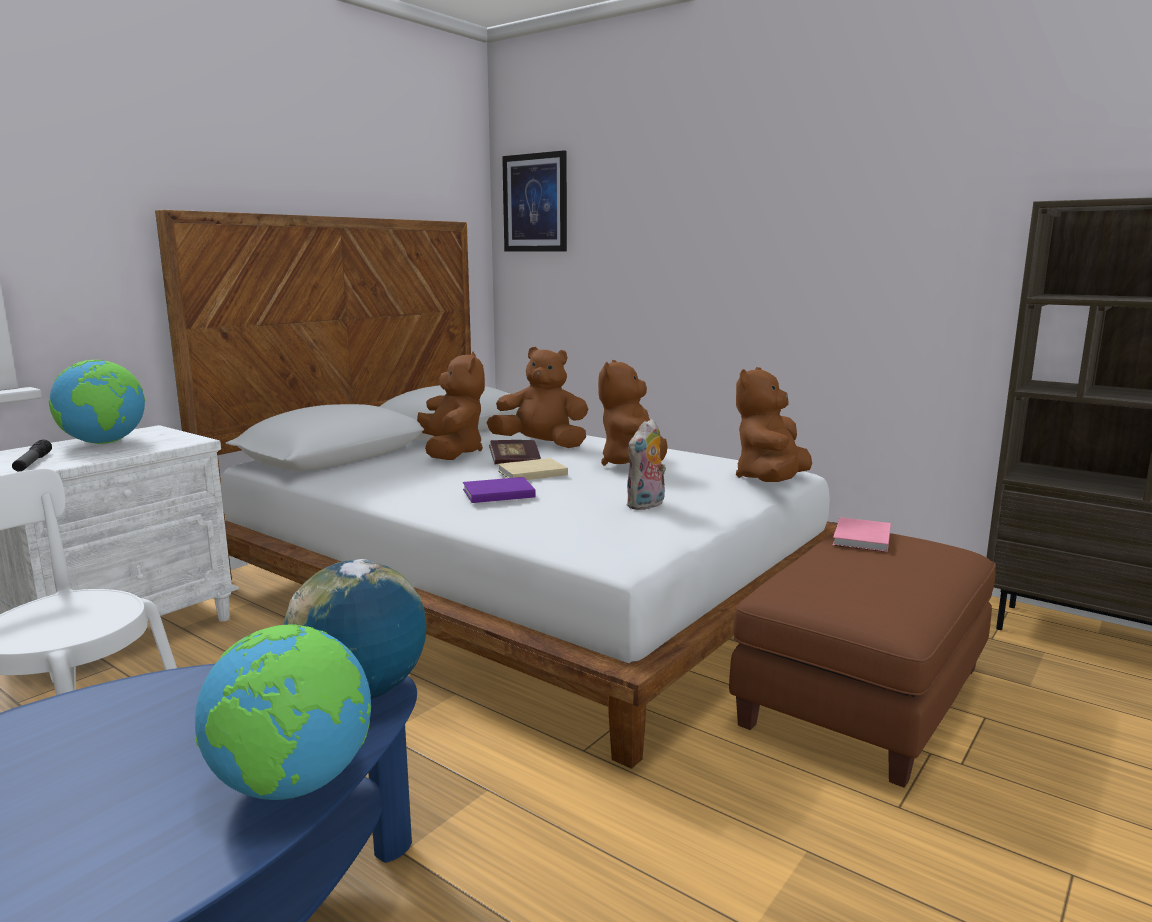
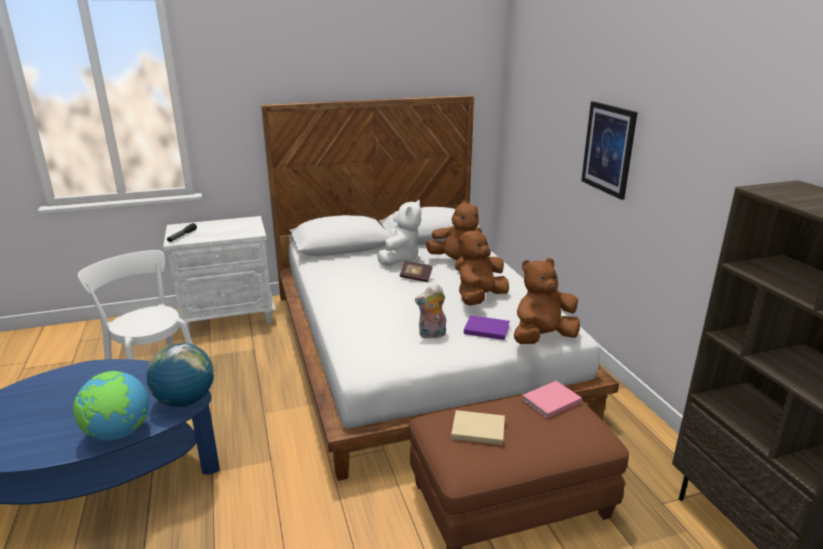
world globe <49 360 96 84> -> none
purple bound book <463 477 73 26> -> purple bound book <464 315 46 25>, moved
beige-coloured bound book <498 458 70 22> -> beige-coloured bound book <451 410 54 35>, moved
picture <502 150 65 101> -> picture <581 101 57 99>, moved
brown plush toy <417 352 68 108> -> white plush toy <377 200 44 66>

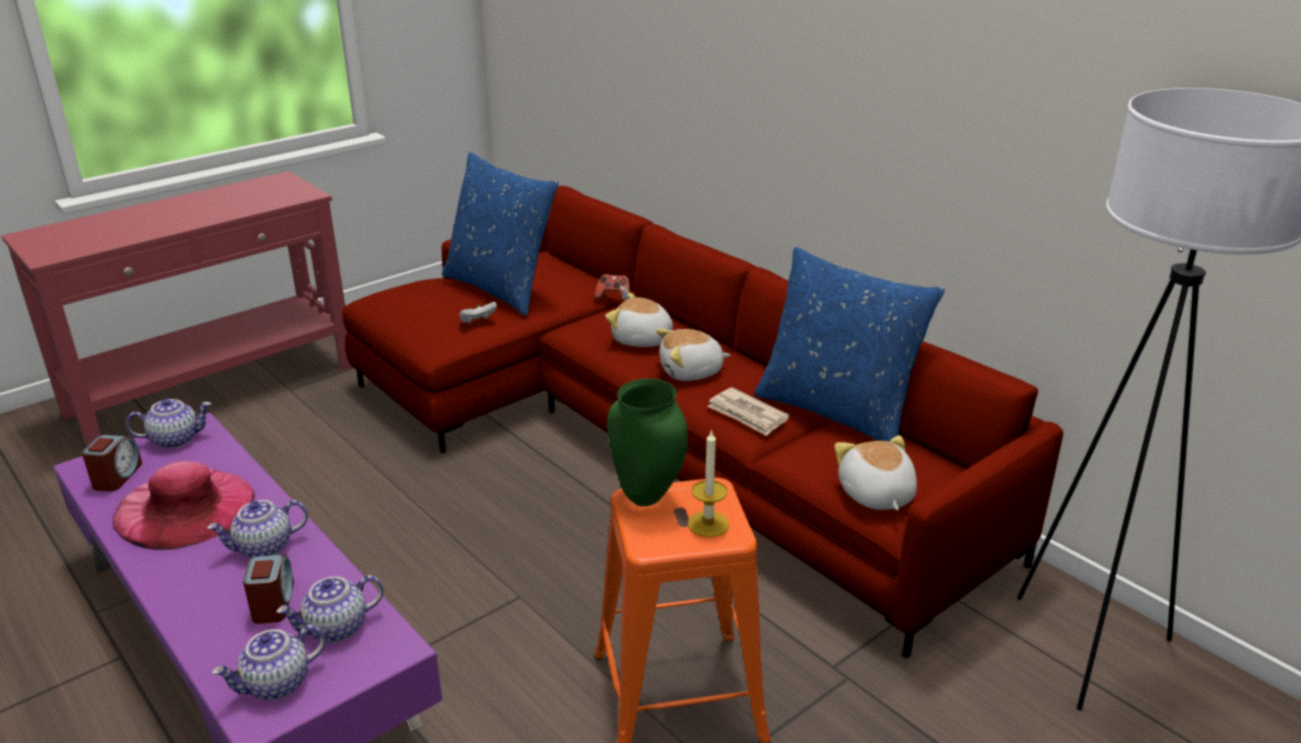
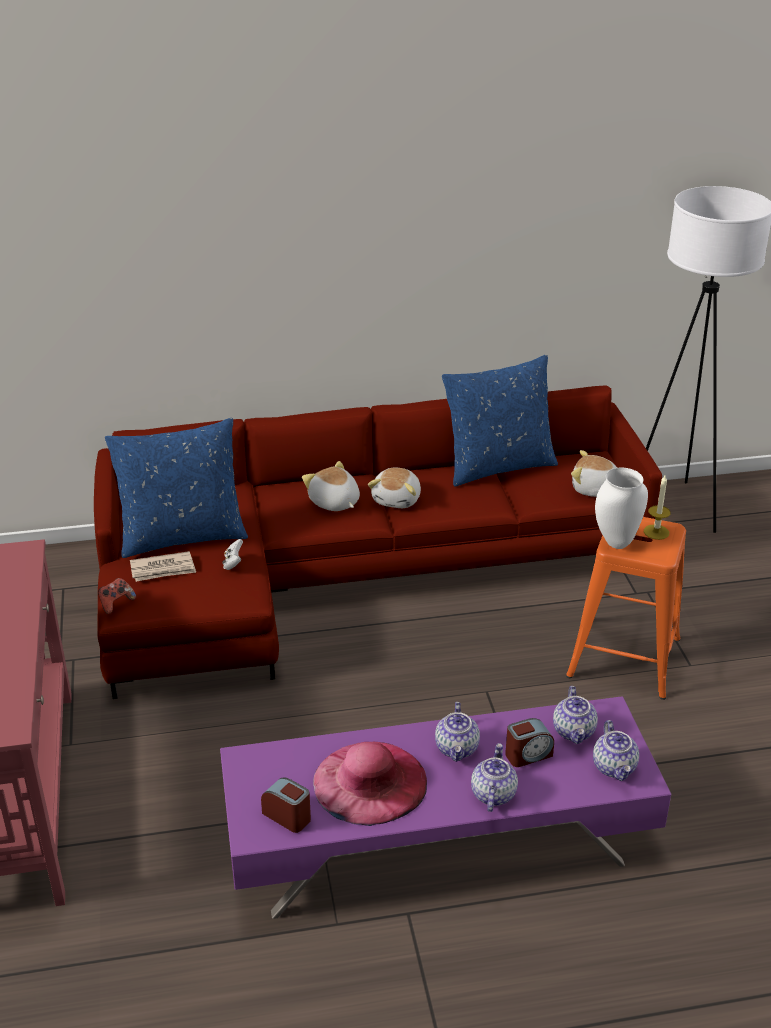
pot for tea <126 398 85 51> -> pot for tea <471 743 47 69>, moved
joypad <594 274 36 27> -> joypad <98 578 38 36>, moved
printed paper <707 387 82 49> -> printed paper <130 551 66 31>, moved
green vase <607 378 81 129> -> white vase <595 468 53 81>
alarm clock <243 554 51 70> -> alarm clock <505 718 49 49>, 135 degrees clockwise
plush toy <605 293 68 54> -> plush toy <302 461 58 50>, 90 degrees clockwise

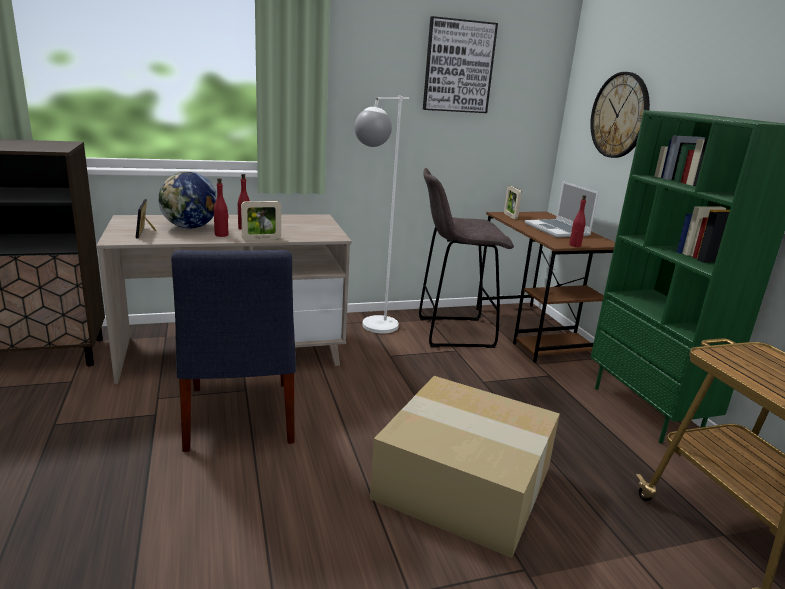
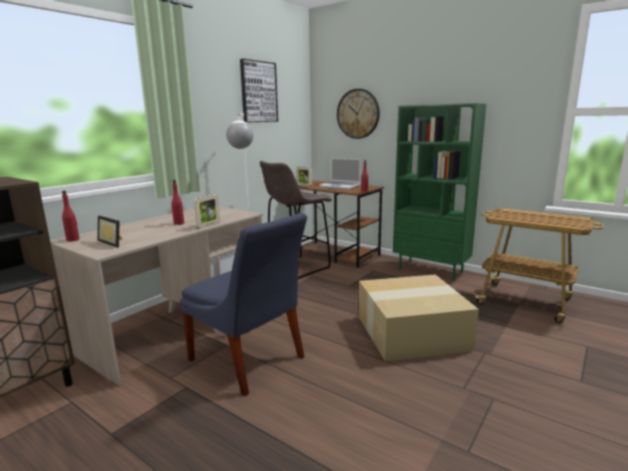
world globe <158 172 59 57> -> none
red-coloured bottle <214 178 15 59> -> red-coloured bottle <62 190 17 52>, moved

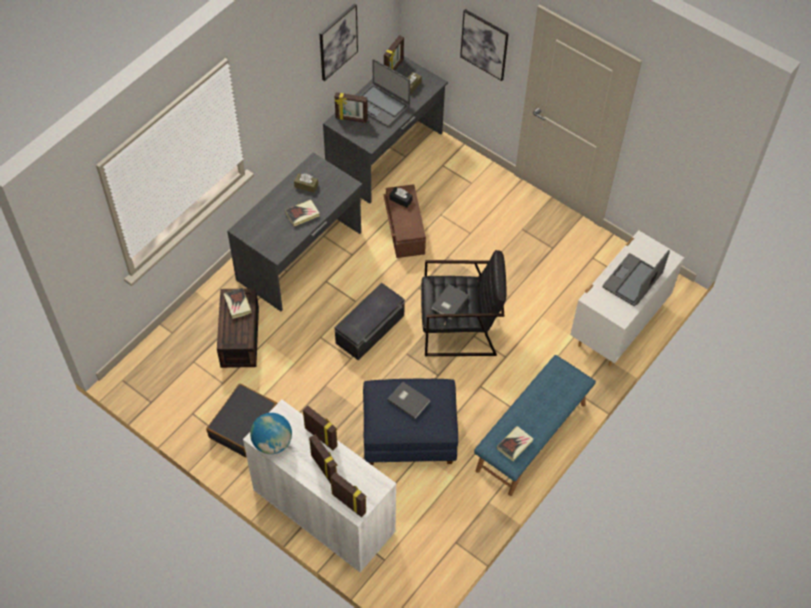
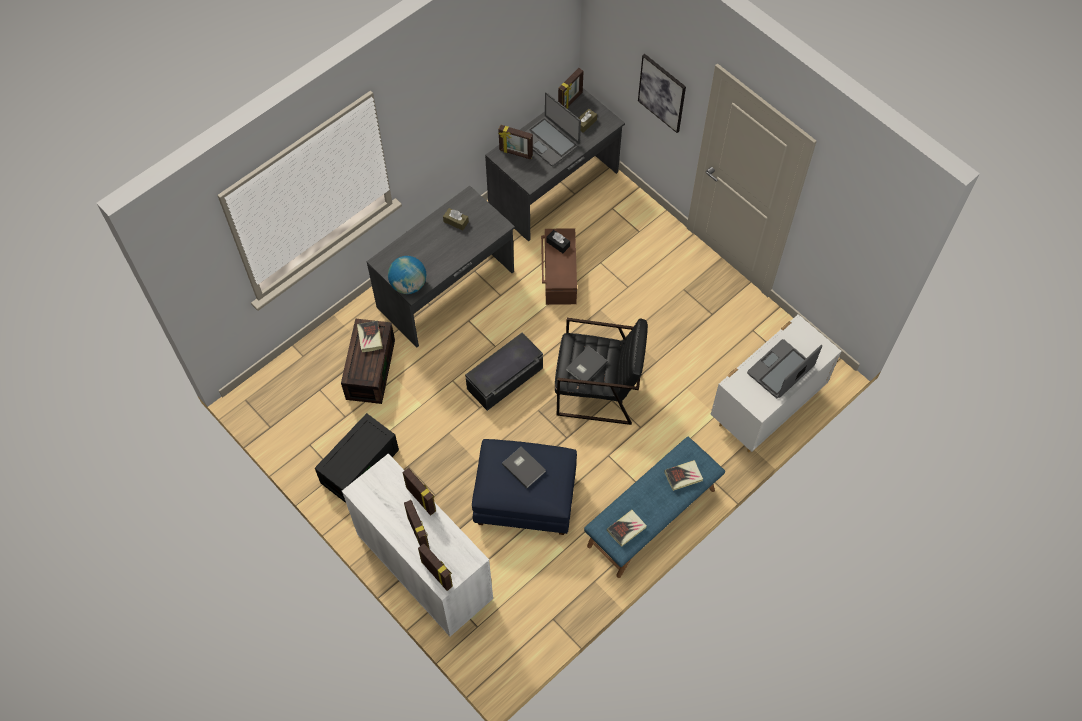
picture <319 3 39 78> -> none
world globe <250 413 42 41> -> world globe <388 256 38 38>, moved
bound book <285 200 35 26> -> bound book <664 460 39 31>, moved
black travel case <206 384 72 73> -> black storage container <315 413 84 90>

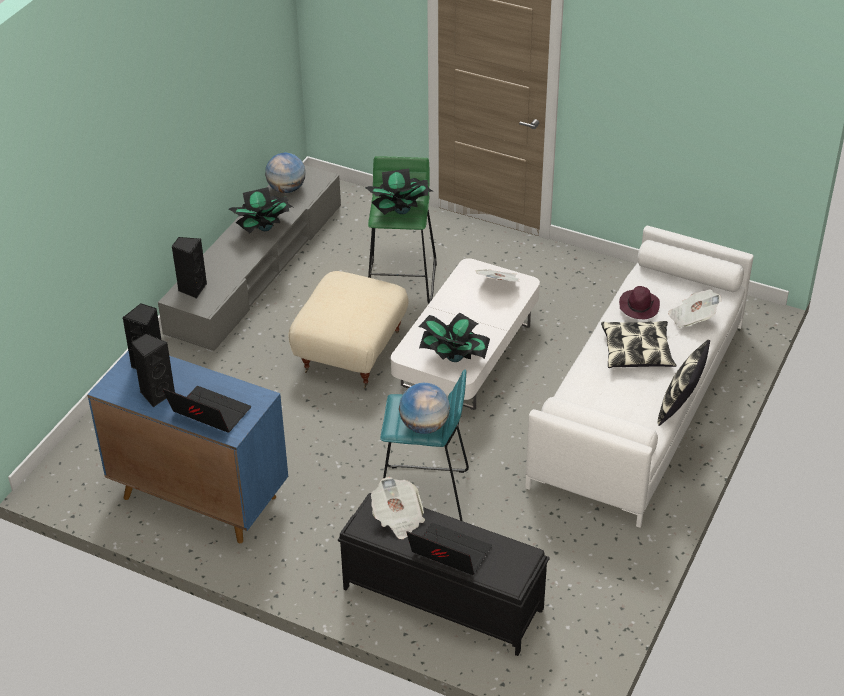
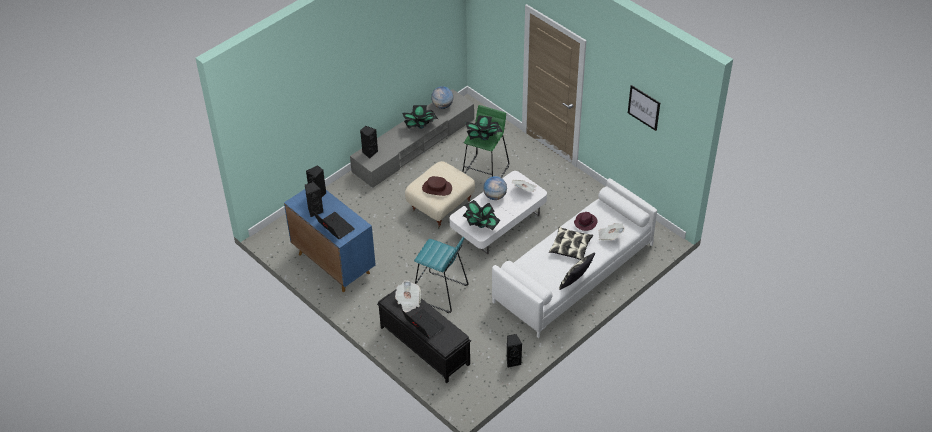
none -> brown wearable hat <422 176 30 20>
none -> black loudspeaker <507 334 15 34>
none -> picture <628 85 32 46>
world globe <399 383 51 51> -> world globe <483 176 24 24>, moved

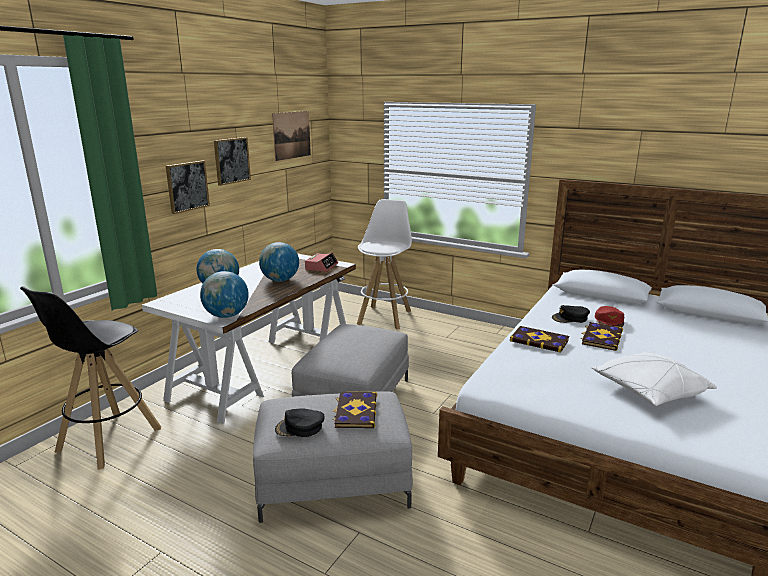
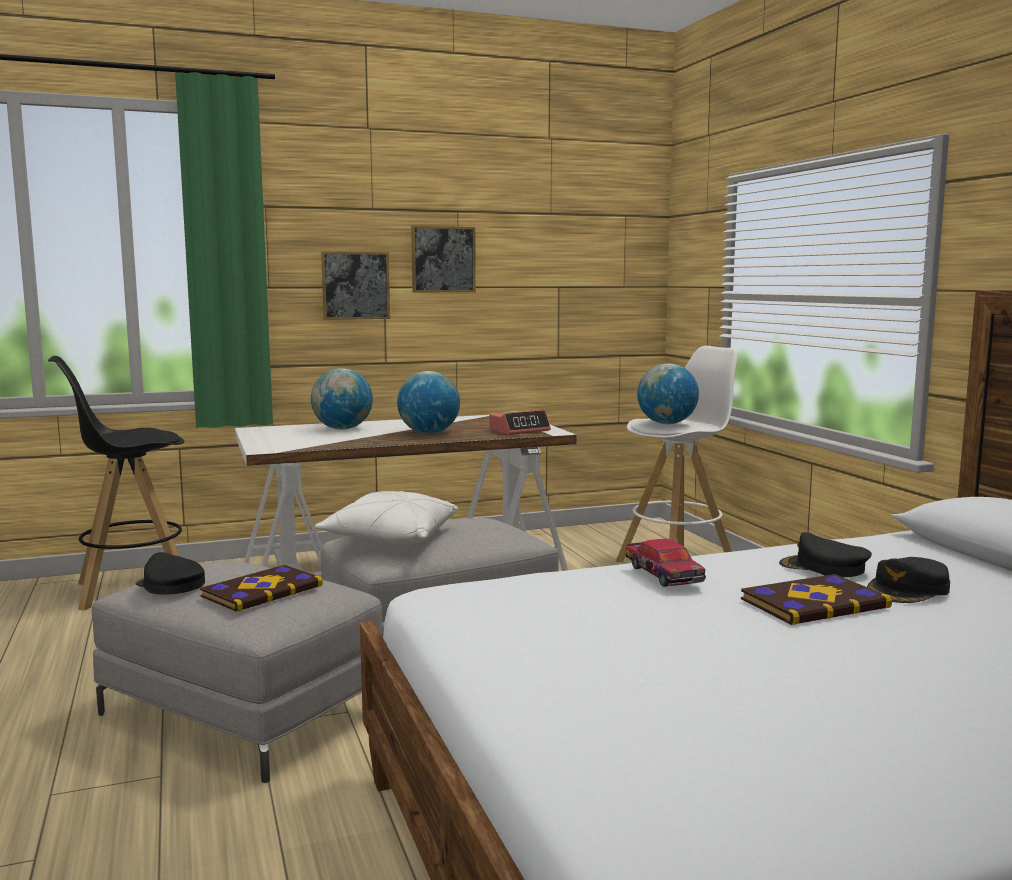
picture <272 111 39 50> -> none
world globe <200 271 49 47> -> world globe <637 363 62 61>, moved
white cushion <592 352 125 54> -> white cushion <315 491 143 53>, moved
bound book <510 326 59 27> -> toy car <626 539 80 48>
red-coloured baseball cap <595 306 29 21> -> black baseball cap <867 557 83 46>

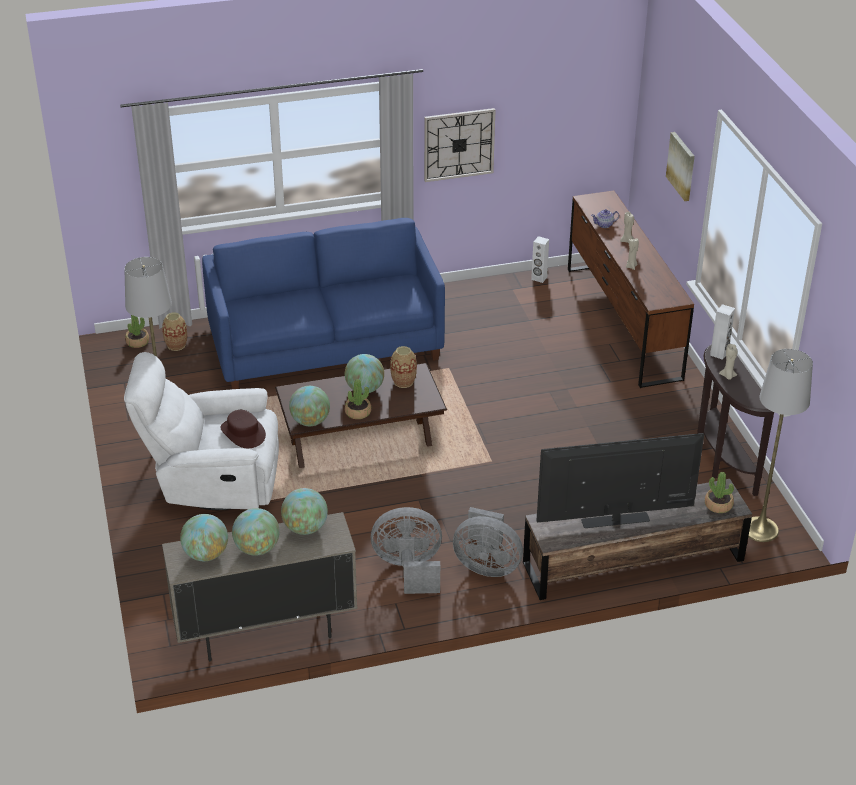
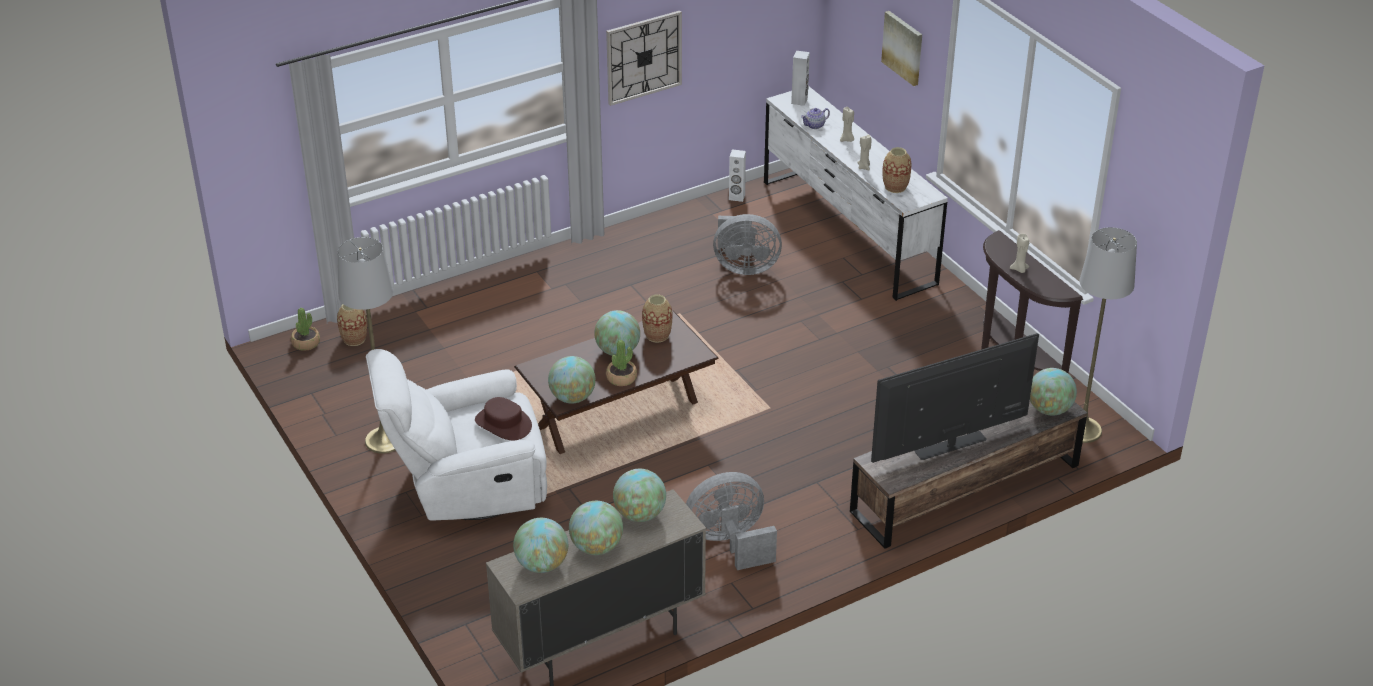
blue-coloured sofa <202 218 243 171> -> none
none -> vase <883 147 28 46>
grey cooling fan <453 507 70 70> -> grey cooling fan <713 214 69 61>, moved
white loudspeaker <710 304 25 56> -> white loudspeaker <791 51 19 55>, moved
houseplant <705 472 29 41> -> world globe <1030 368 47 48>
brown dresser <568 191 126 197> -> white dresser <764 86 184 215>

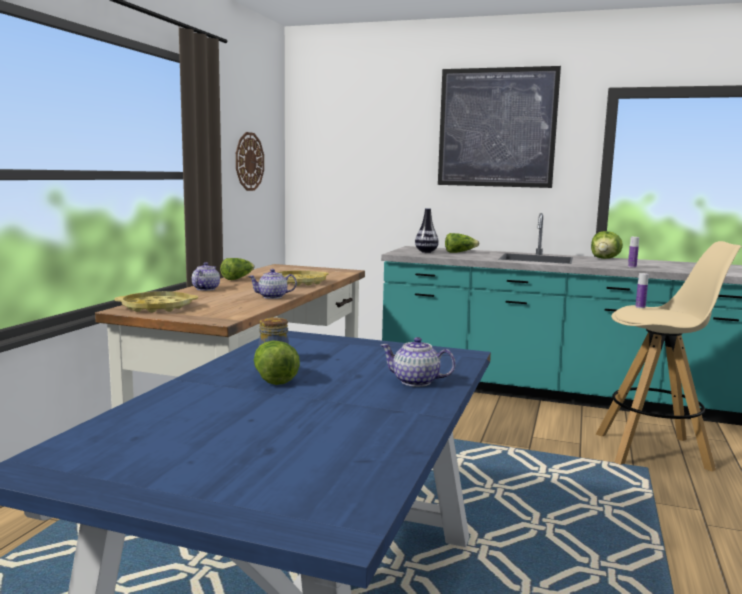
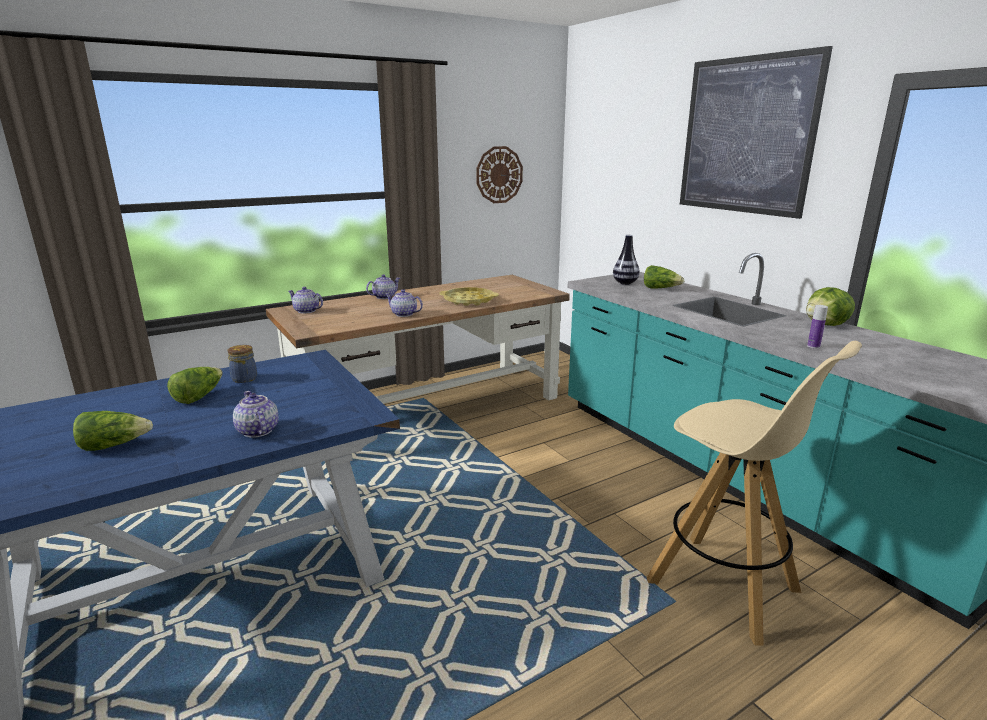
bottle <635 273 14 35> -> none
lettuce <220 258 35 22> -> lettuce <73 411 80 40>, moved
yellowish carrying tray <115 291 83 22> -> pot for tea <288 287 35 27>

